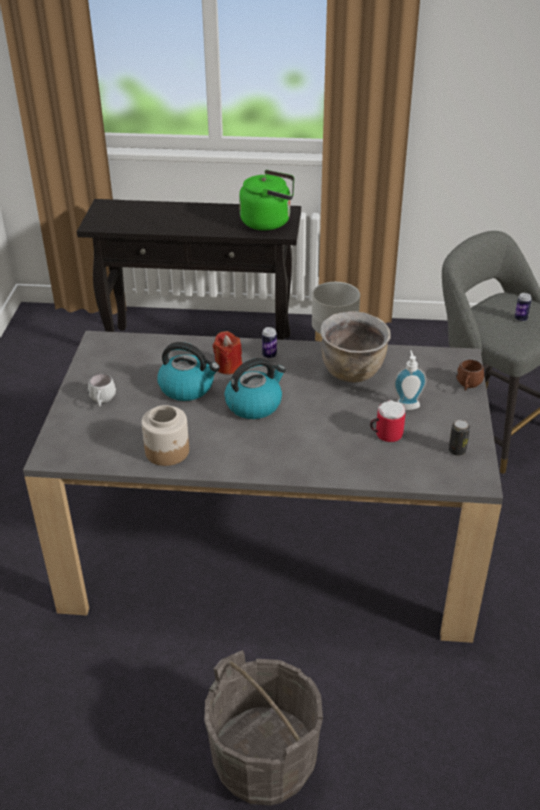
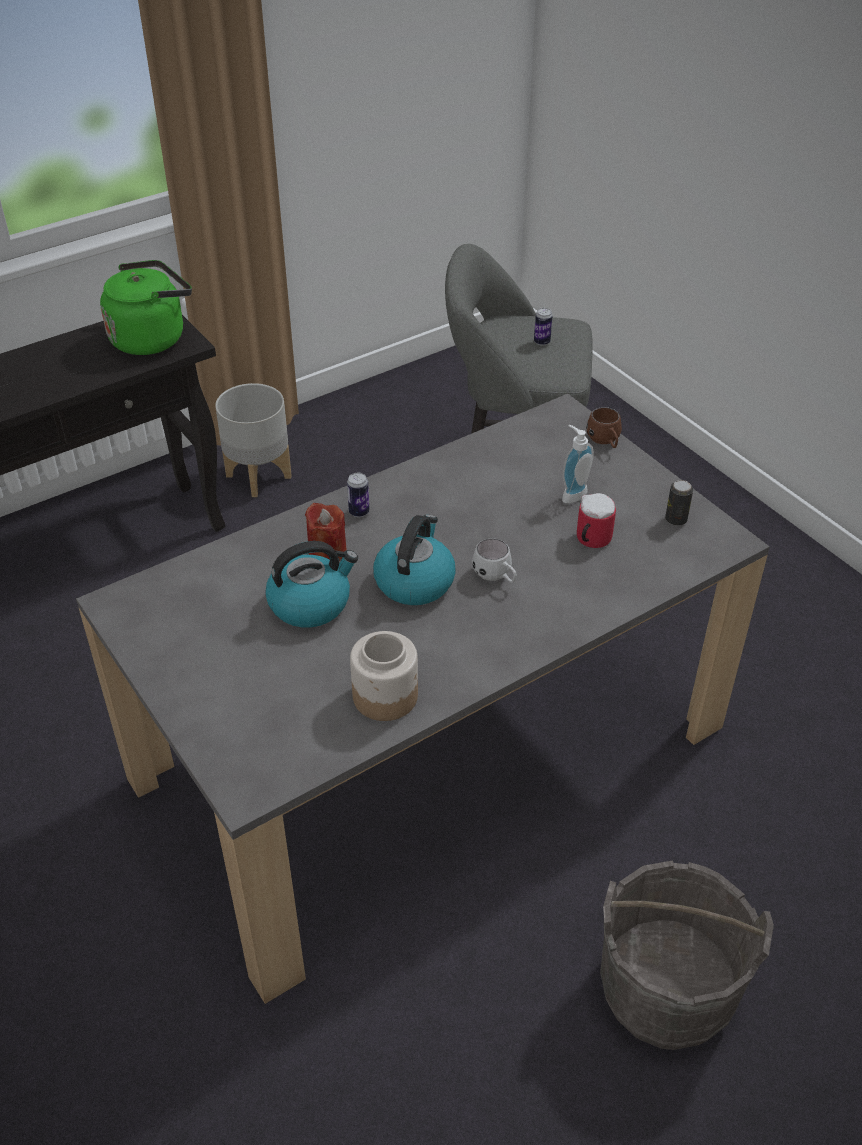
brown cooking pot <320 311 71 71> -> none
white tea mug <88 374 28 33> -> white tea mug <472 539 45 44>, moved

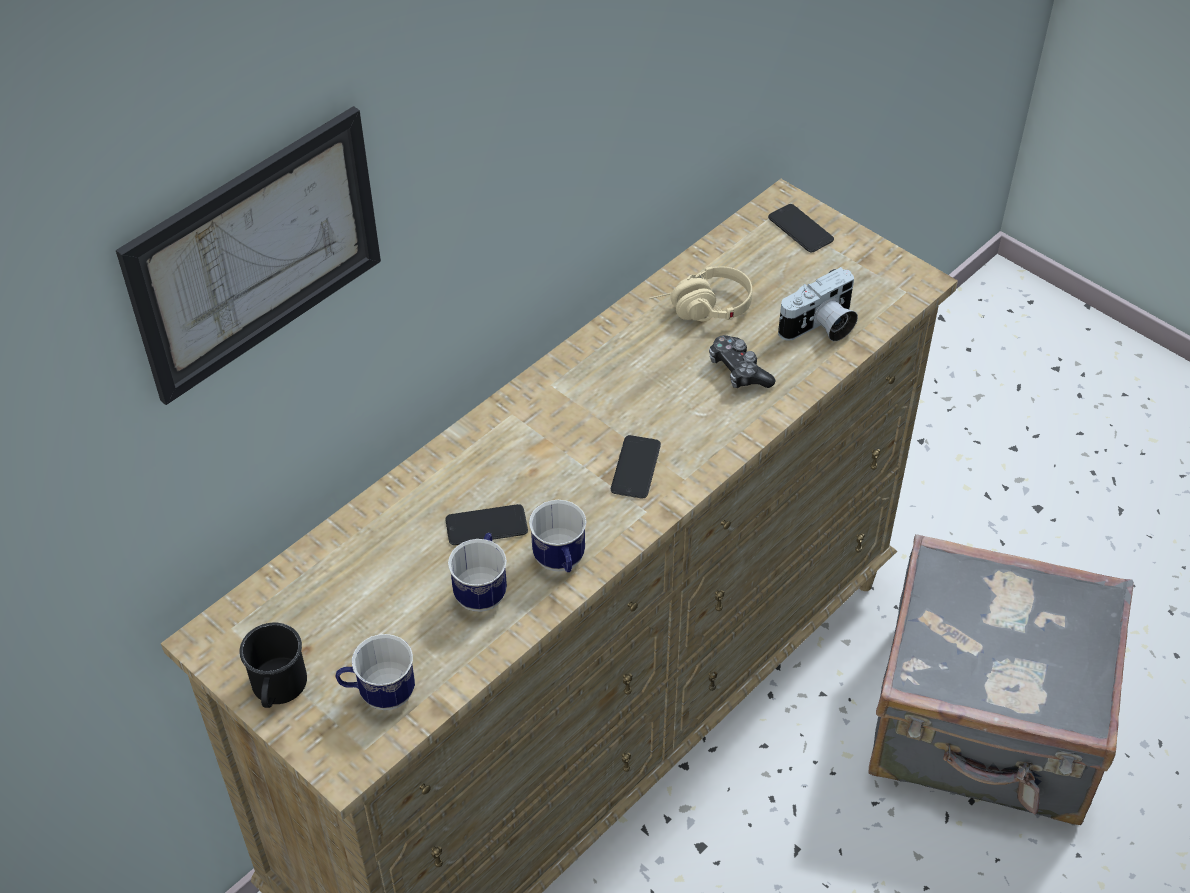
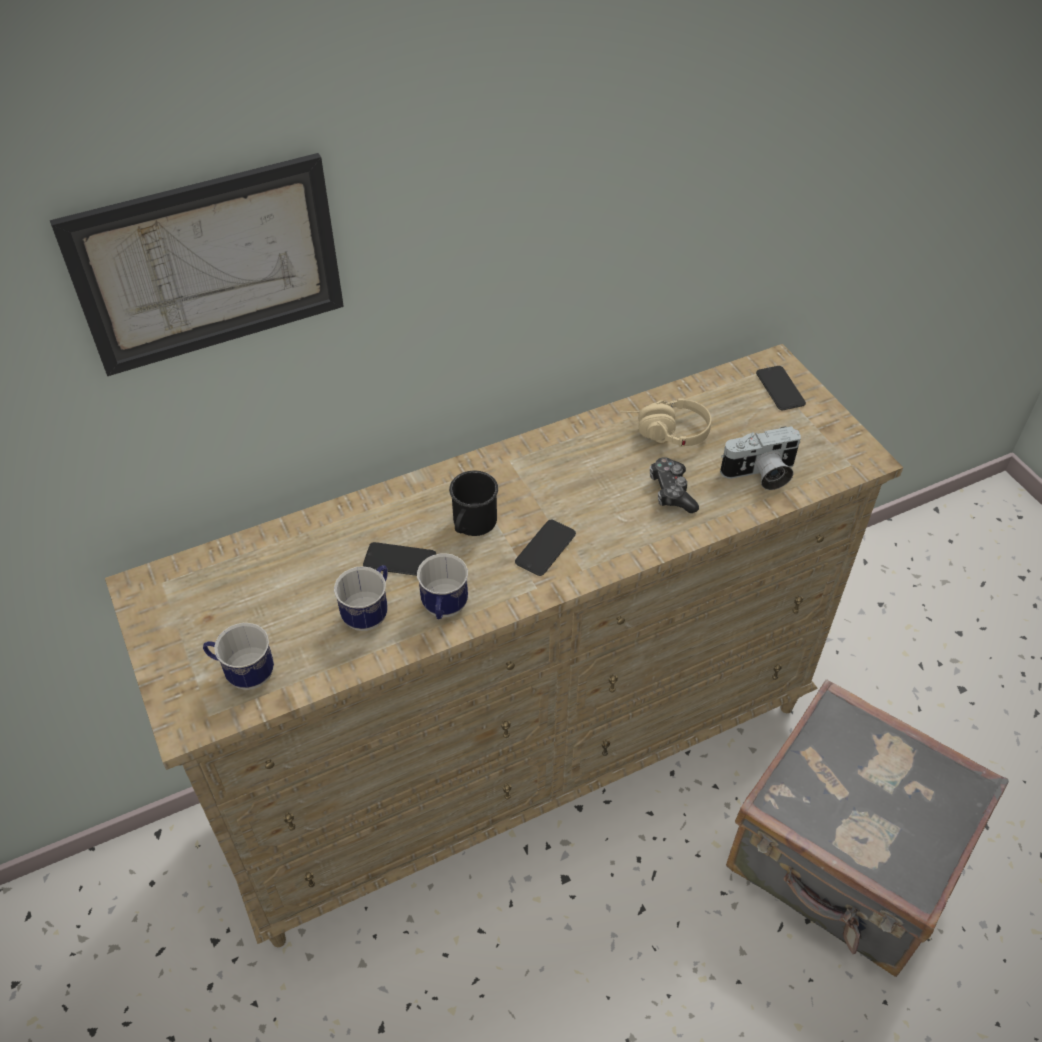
black tea mug <240 622 67 86> -> black tea mug <449 471 49 65>, moved

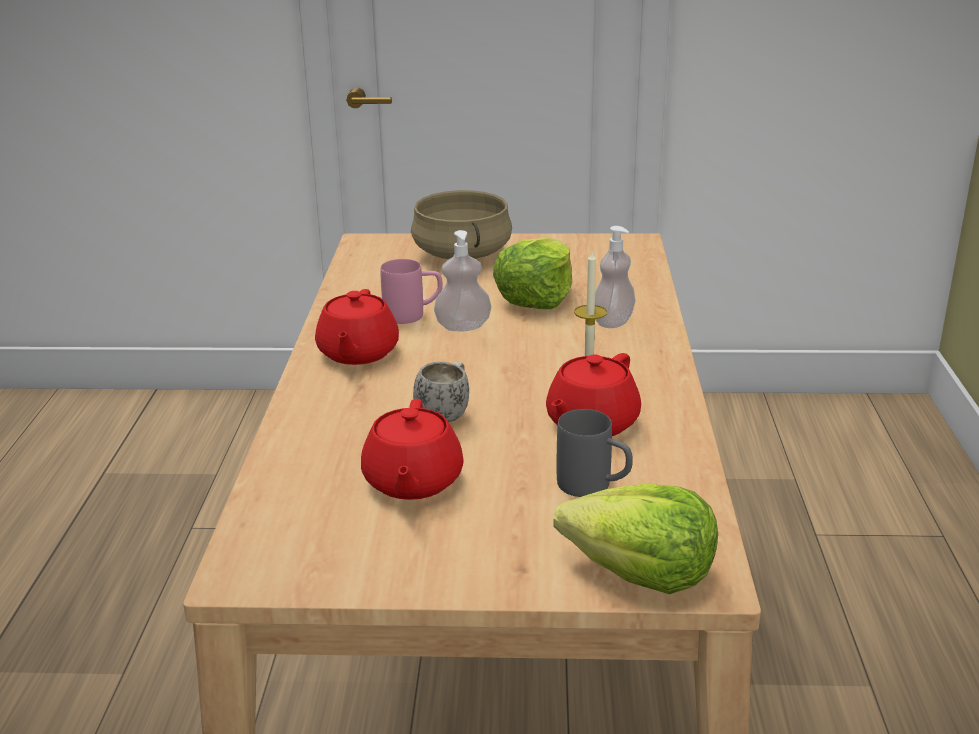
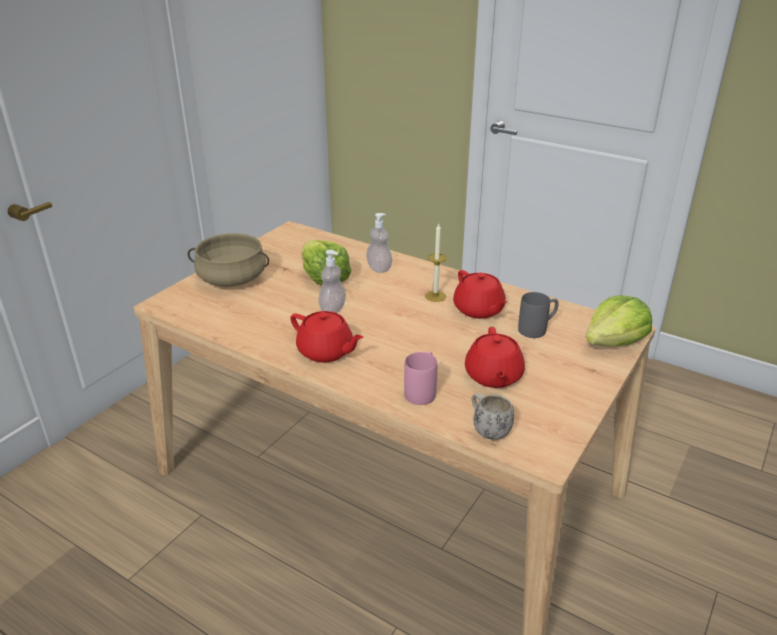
pinkish tea mug <380 259 63 65> -> pinkish tea mug <404 351 33 54>, moved
white tea mug <413 361 56 61> -> white tea mug <472 393 42 47>, moved
red-coloured pot for tea <361 399 103 101> -> red-coloured pot for tea <465 327 60 61>, 60 degrees clockwise

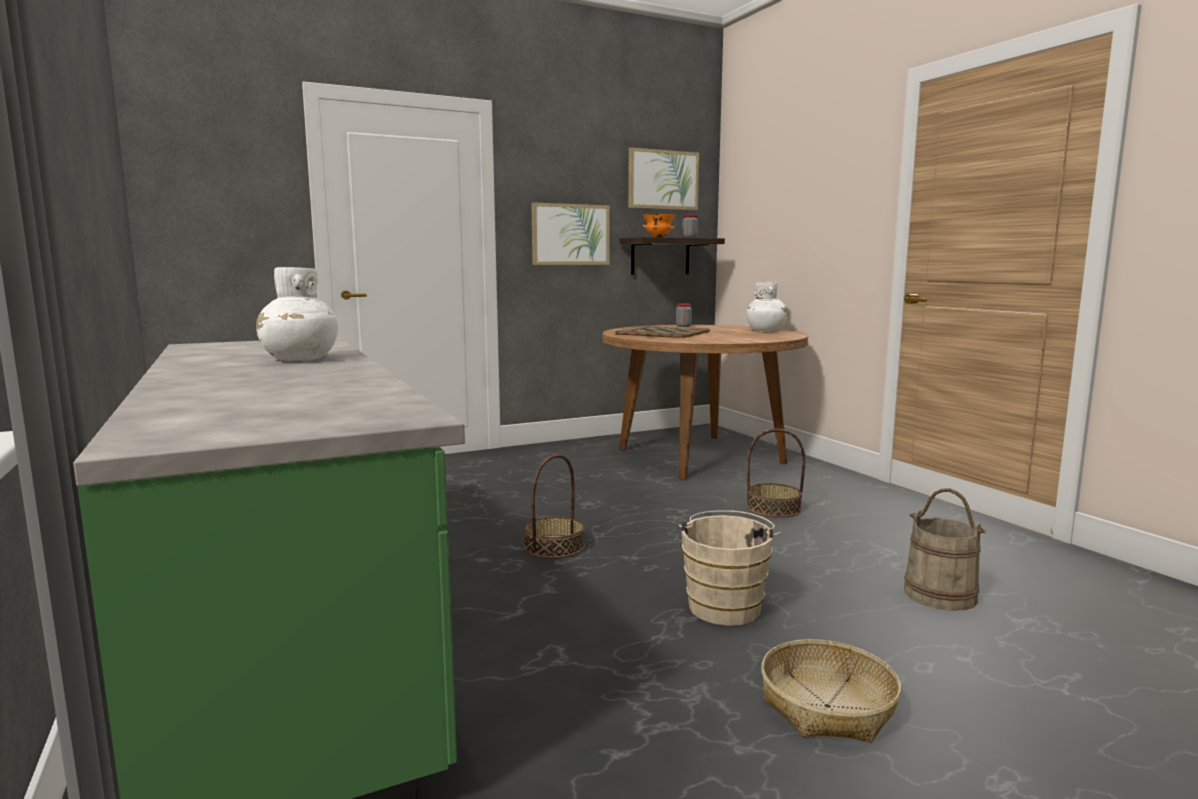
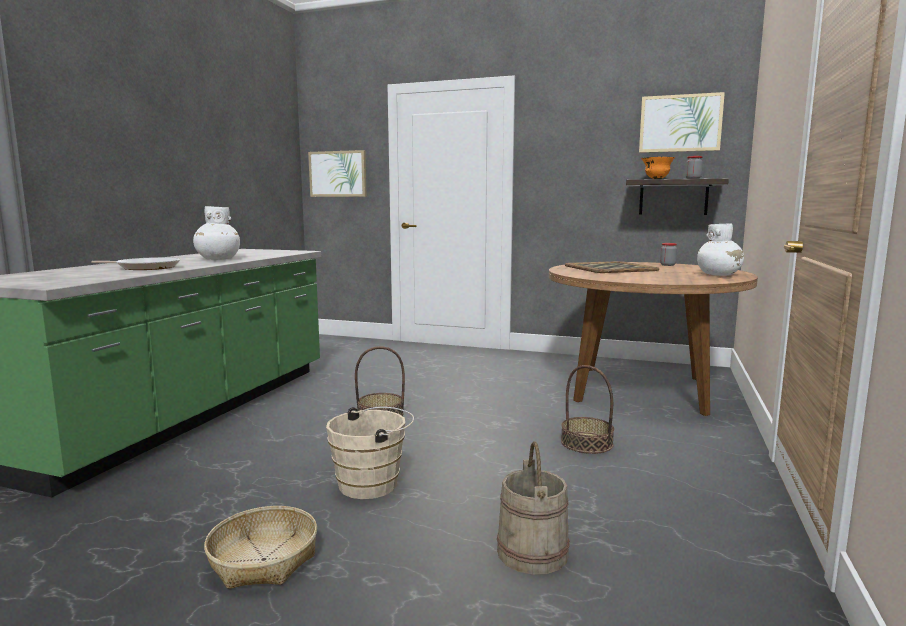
none -> frying pan <91 257 89 13>
picture <531 203 79 62> -> picture <308 150 59 47>, moved

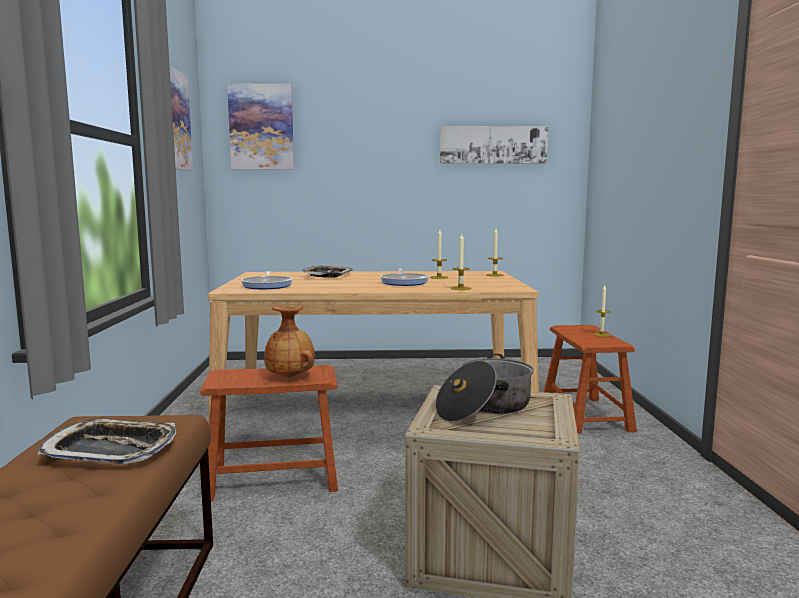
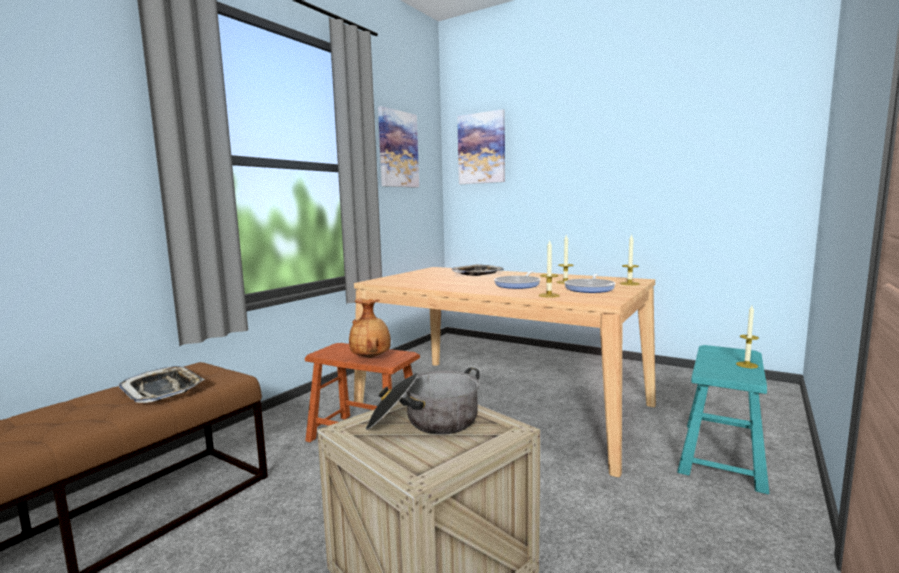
picture <440 126 108 38> -> none
frying pan <241 271 52 18> -> frying pan <564 274 51 19>, moved
brown sitting stool <544 325 93 109> -> turquoise sitting stool <677 345 92 149>

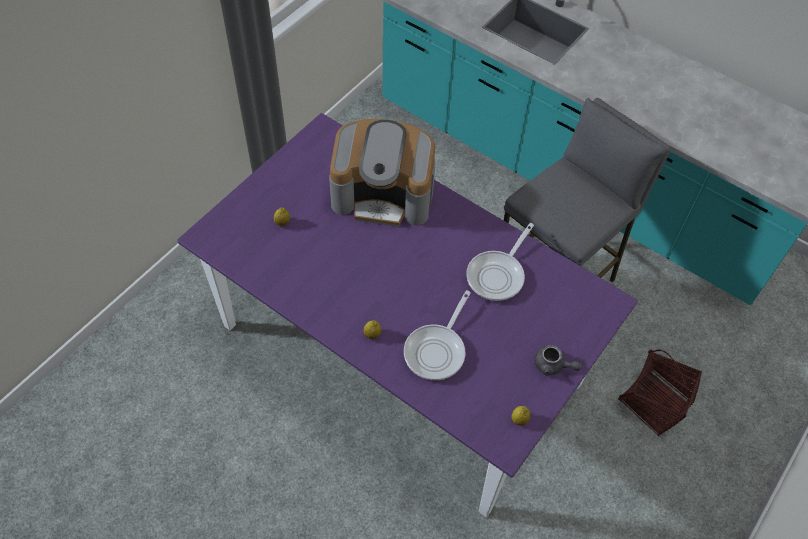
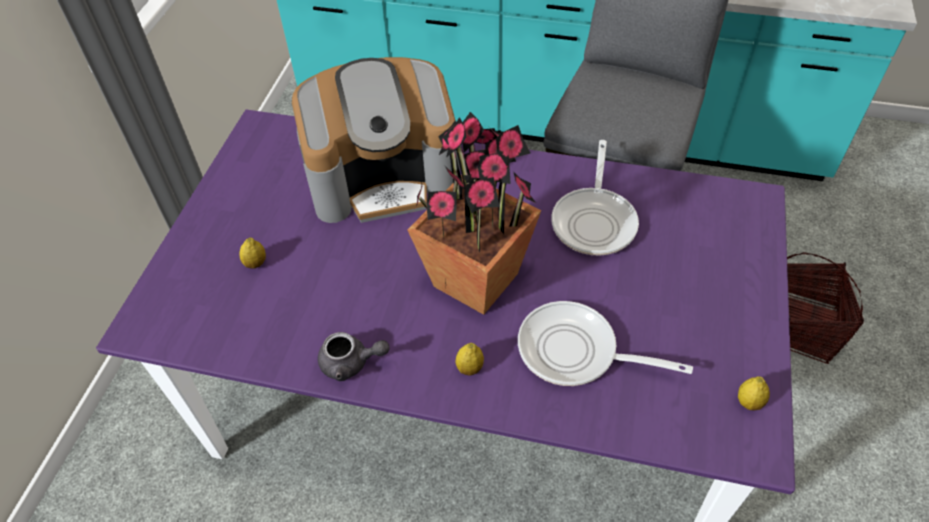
none -> houseplant <407 112 134 203>
grey pot for tea <534 345 48 31> -> grey pot for tea <318 332 72 49>, moved
frying pan <404 290 67 90> -> frying pan <518 301 175 85>, 105 degrees clockwise

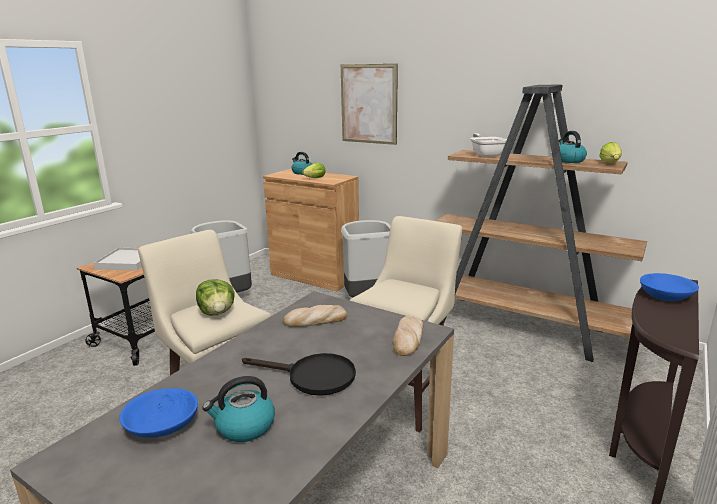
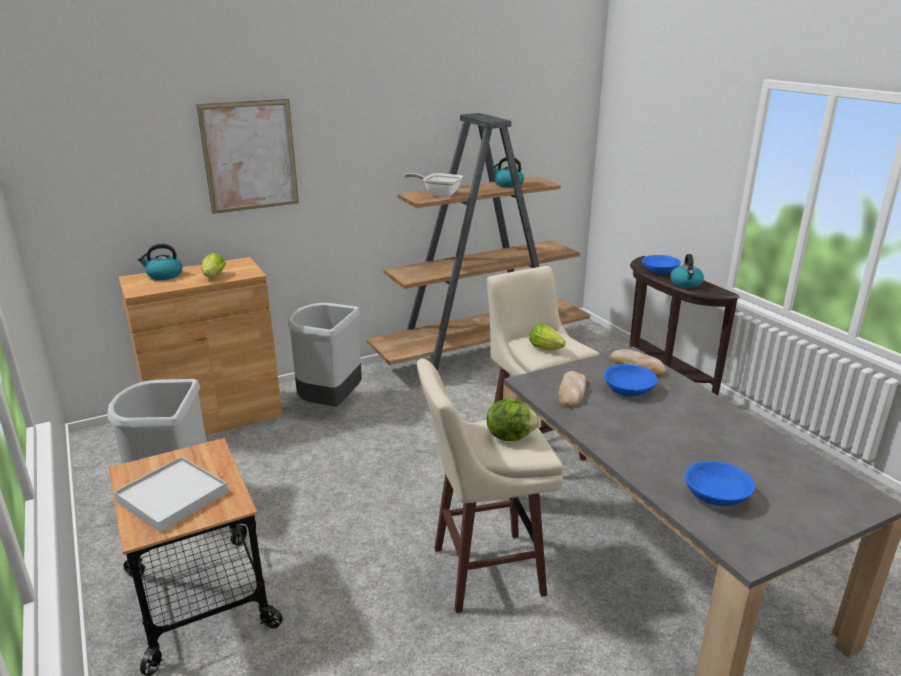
black frying pan <242 353 114 43> -> none
none -> blue-coloured serving bowl <604 364 53 32>
water kettle <202 376 73 66> -> water kettle <670 254 34 34>, moved
lettuce <599 142 23 21> -> lettuce <529 324 37 26>, moved

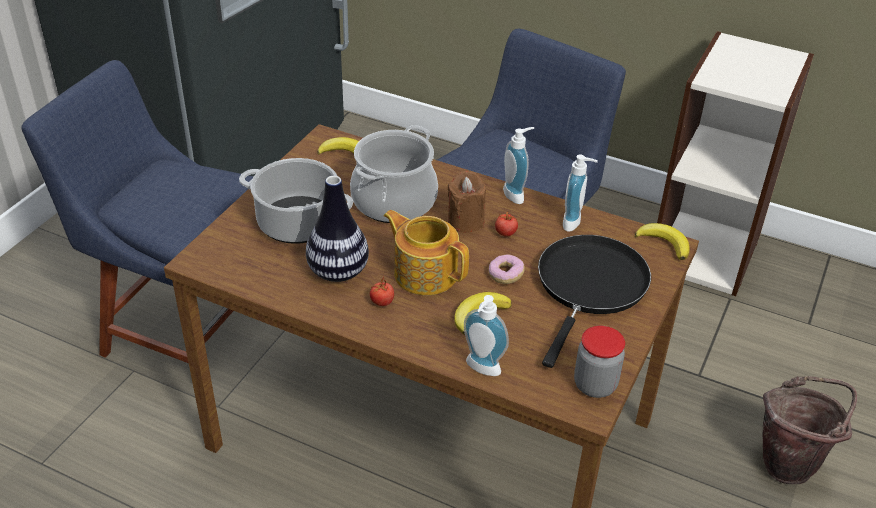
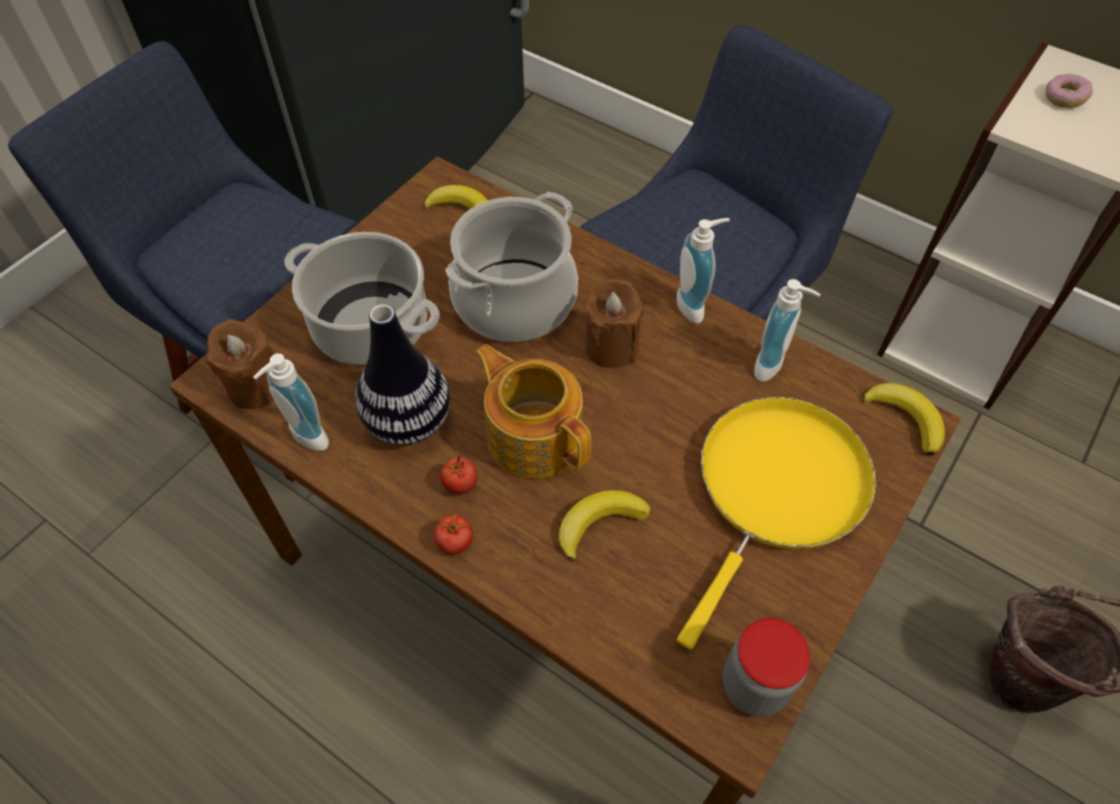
none -> brown candle <205 319 69 90>
soap dispenser <464 295 45 81> -> soap dispenser <253 353 76 98>, moved
donut <488 254 37 30> -> donut <1046 74 47 34>, moved
whole tomato <495 212 23 25> -> whole tomato <434 513 39 42>, moved
black frying pan <538 235 113 133> -> yellowish frying pan <677 397 199 253>

